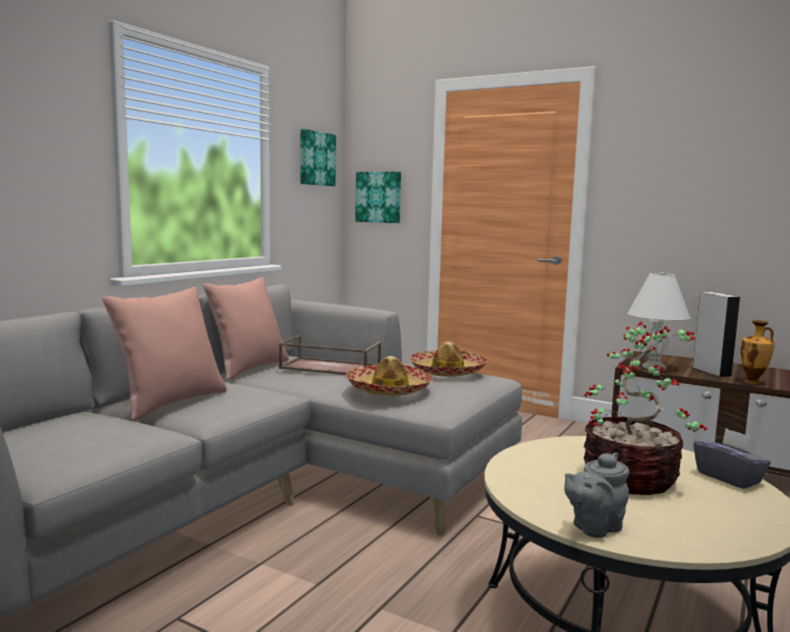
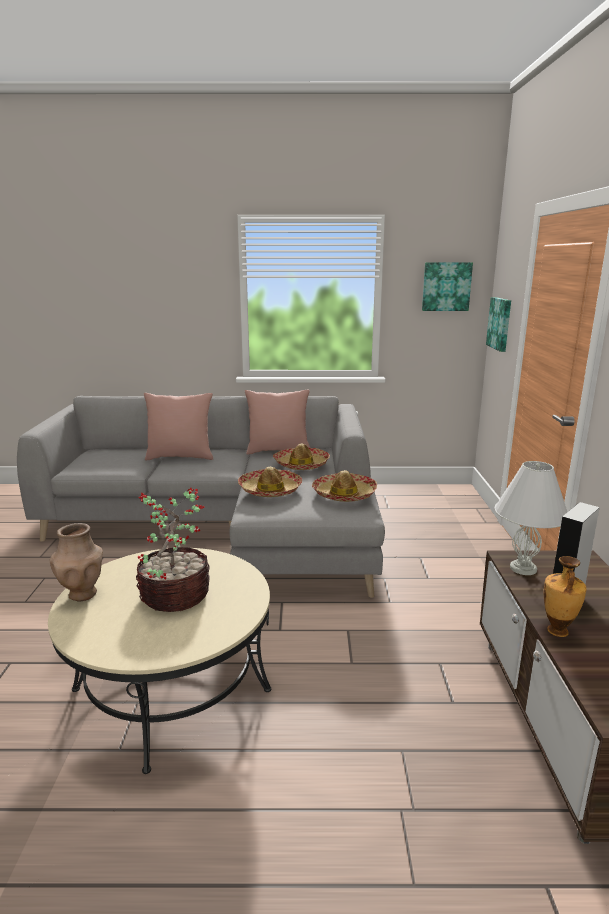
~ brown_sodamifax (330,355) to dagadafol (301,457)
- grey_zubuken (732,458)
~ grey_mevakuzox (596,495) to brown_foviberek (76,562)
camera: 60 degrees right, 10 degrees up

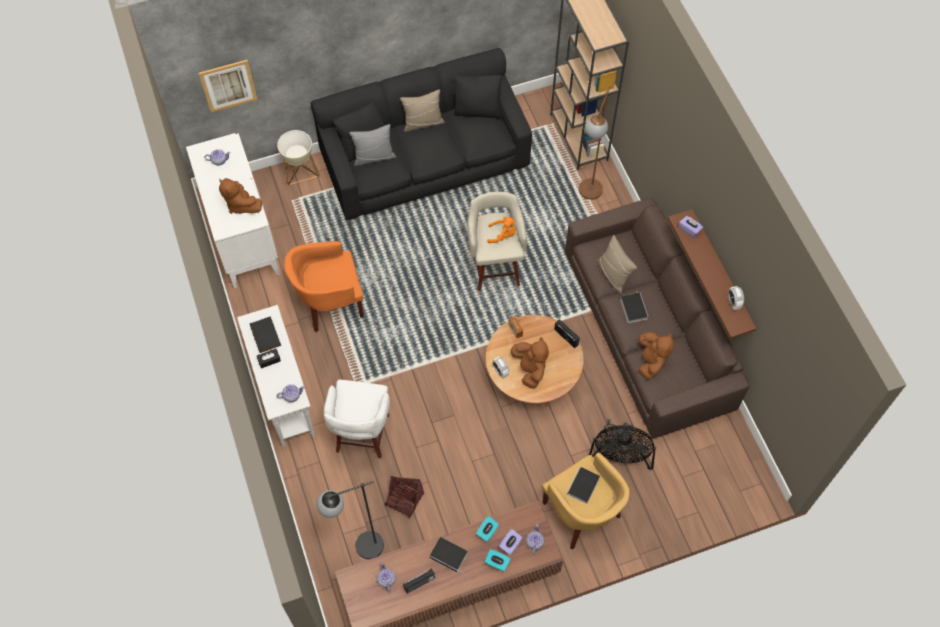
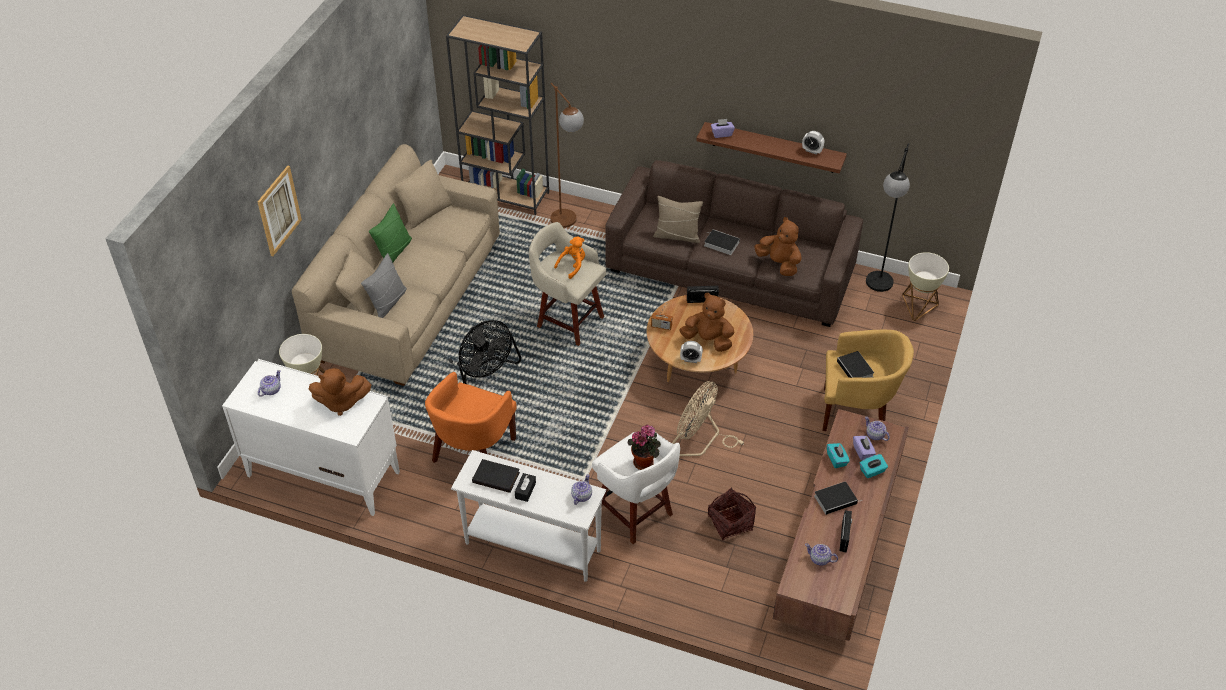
~ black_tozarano (421,134) to beige_tozarano (396,265)
~ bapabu (228,86) to (280,211)
~ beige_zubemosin (422,111) to green_zubemosin (390,232)
~ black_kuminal (622,444) to (484,352)
~ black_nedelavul (350,520) to (888,217)
+ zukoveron (925,286)
+ beige_kuminal (708,418)
+ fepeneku (644,447)
camera: 50 degrees left, 15 degrees down

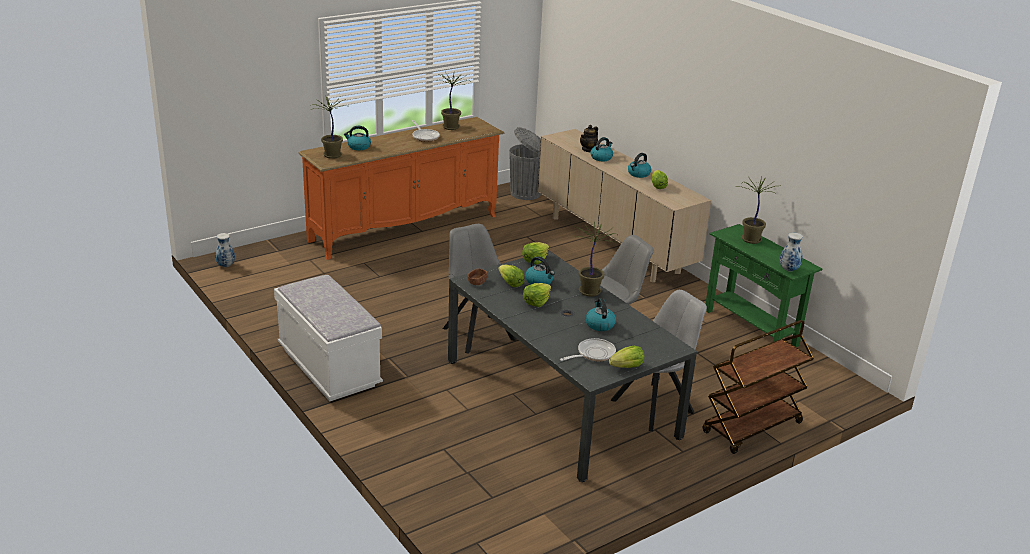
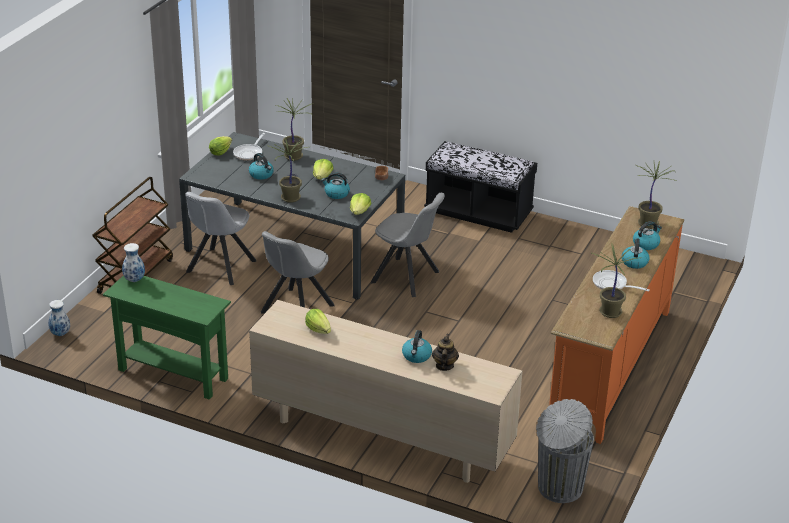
~ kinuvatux (639,165) to (636,253)
~ fepeneku (758,210) to (293,129)
~ foviberek (225,250) to (59,318)
- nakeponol (511,276)
~ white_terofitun (328,338) to black_terofitun (480,187)
camera: 150 degrees right, 5 degrees up

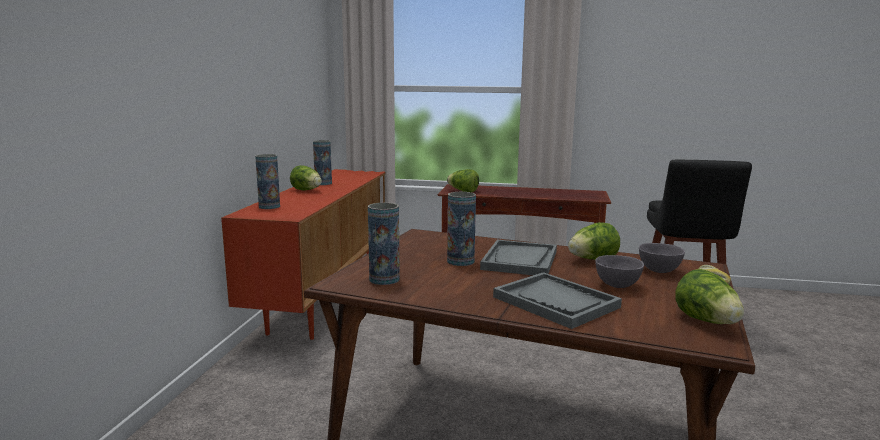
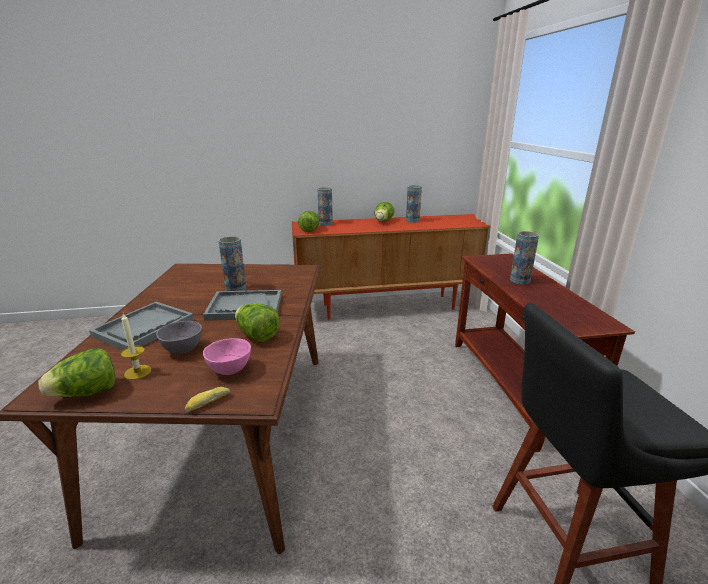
~ nakeponol (463,180) to (308,221)
~ foviberek (384,244) to (524,257)
~ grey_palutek (662,258) to pink_palutek (227,356)
+ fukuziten (136,346)
camera: 70 degrees right, 10 degrees up

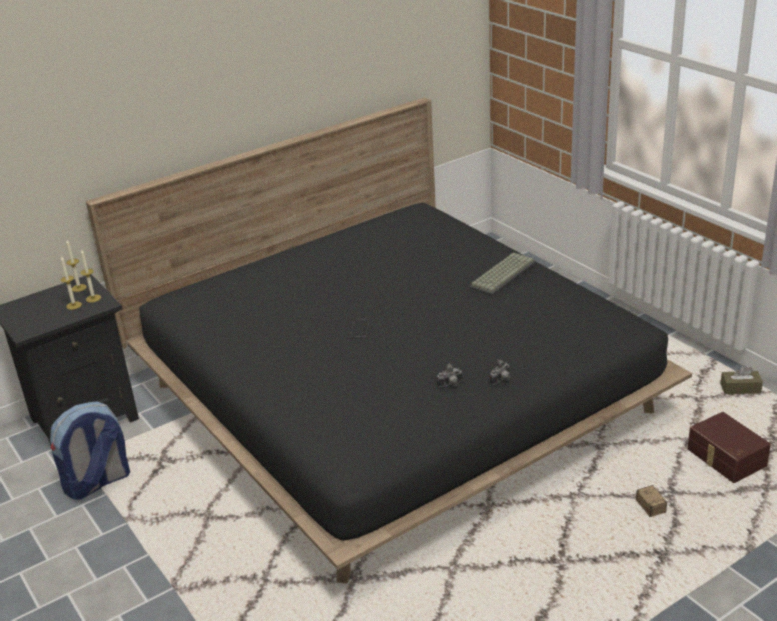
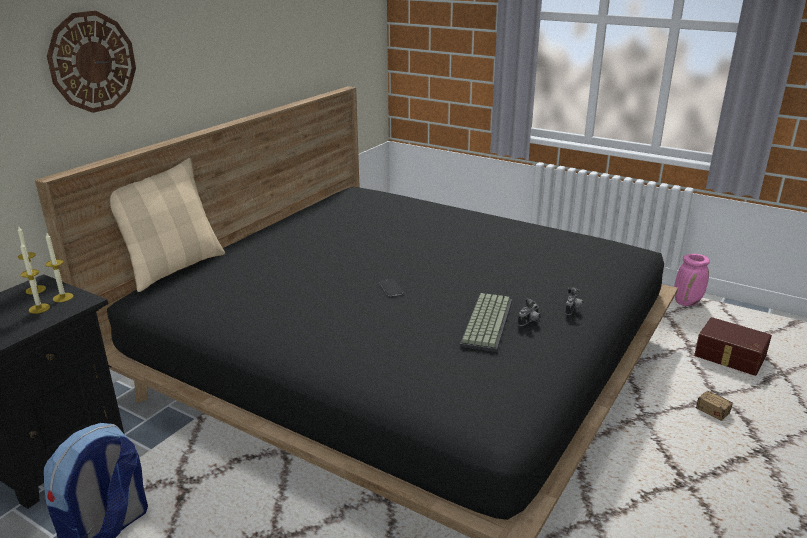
~ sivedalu (502,274) to (486,322)
~ brown_zubuken (741,379) to pink_foviberek (692,280)
+ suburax (91,62)
+ beige_zubemosin (167,225)
camera: 25 degrees left, 5 degrees down

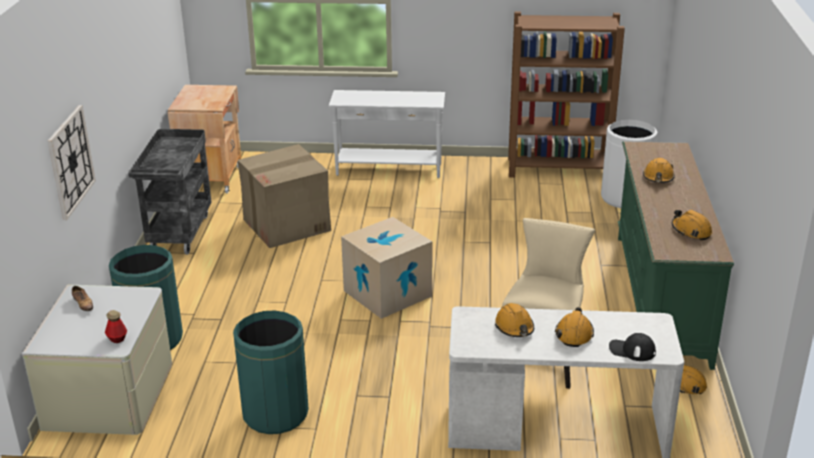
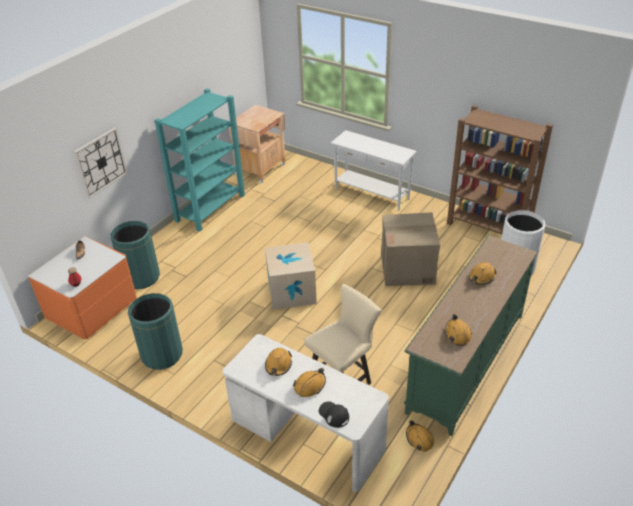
~ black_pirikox (170,192) to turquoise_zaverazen (200,160)
~ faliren (284,196) to (410,249)
~ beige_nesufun (97,359) to orange_nesufun (82,288)
camera: 30 degrees right, 10 degrees up

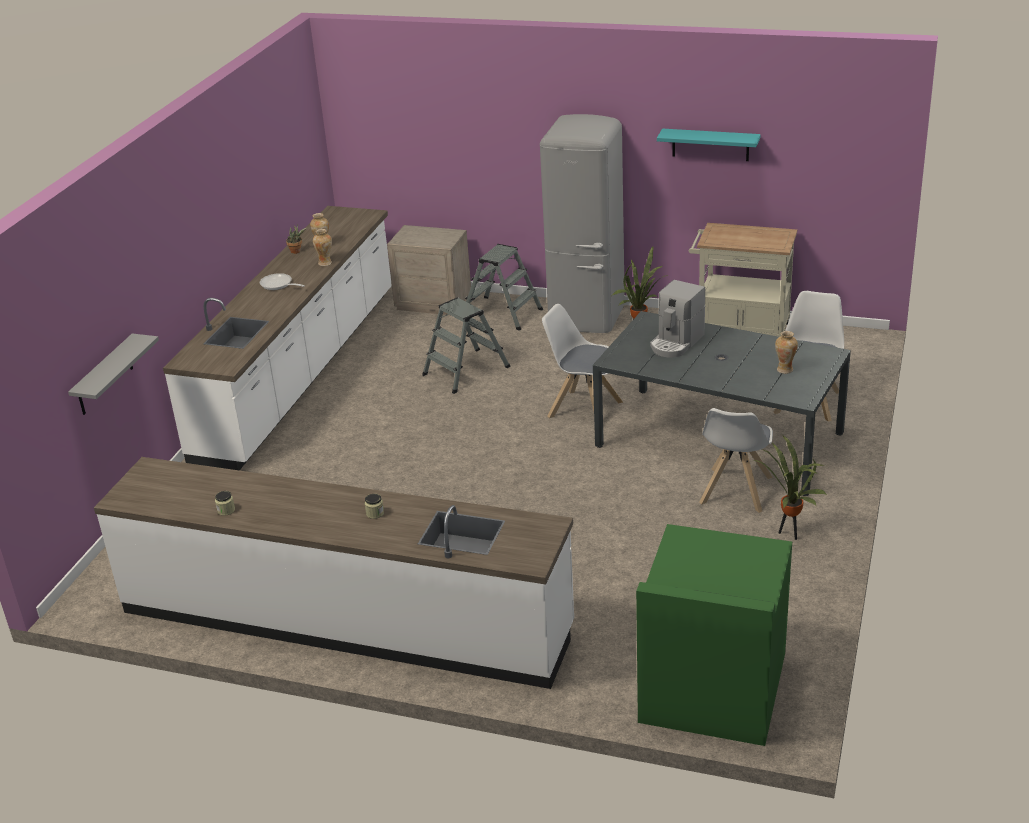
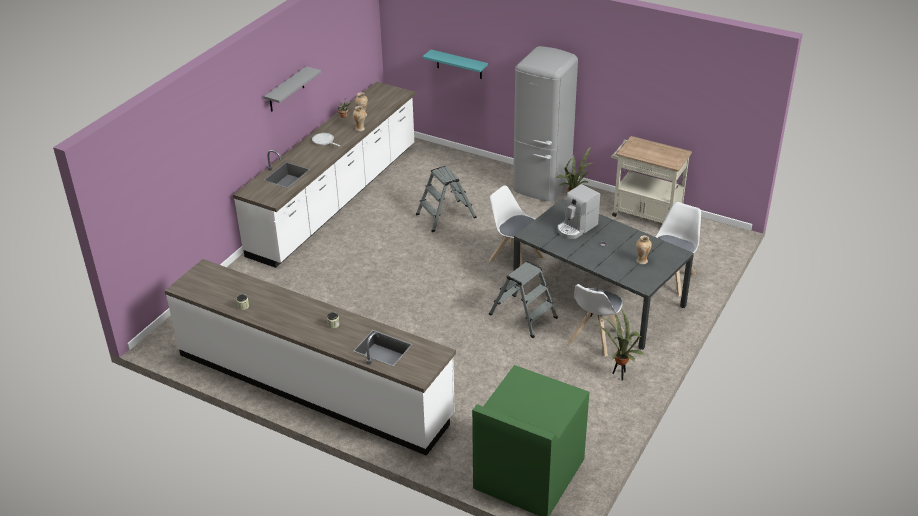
~ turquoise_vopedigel (709,145) to (455,64)
- beige_nesufun (429,270)
~ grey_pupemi (504,287) to (523,299)
~ grey_vopedigel (113,374) to (292,89)
camera: 10 degrees right, 5 degrees up

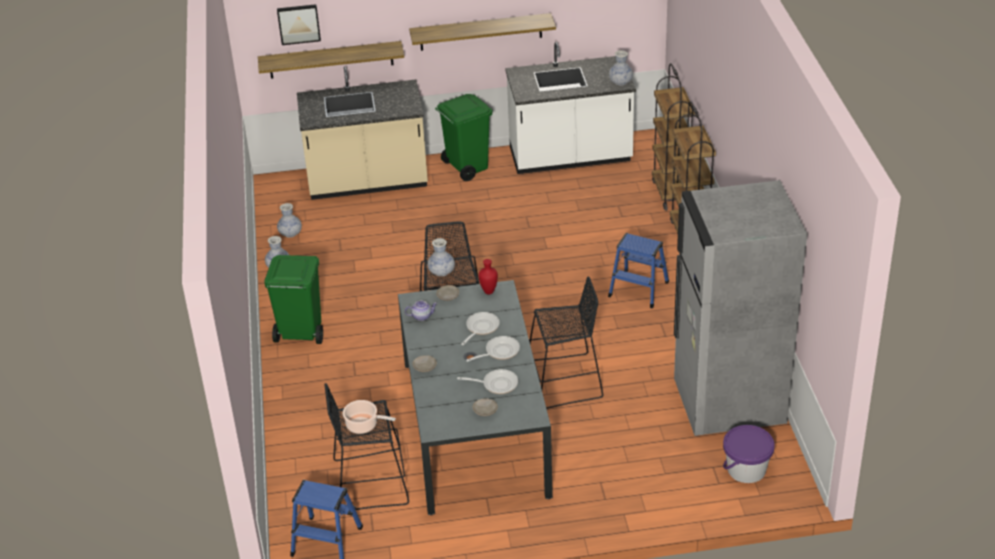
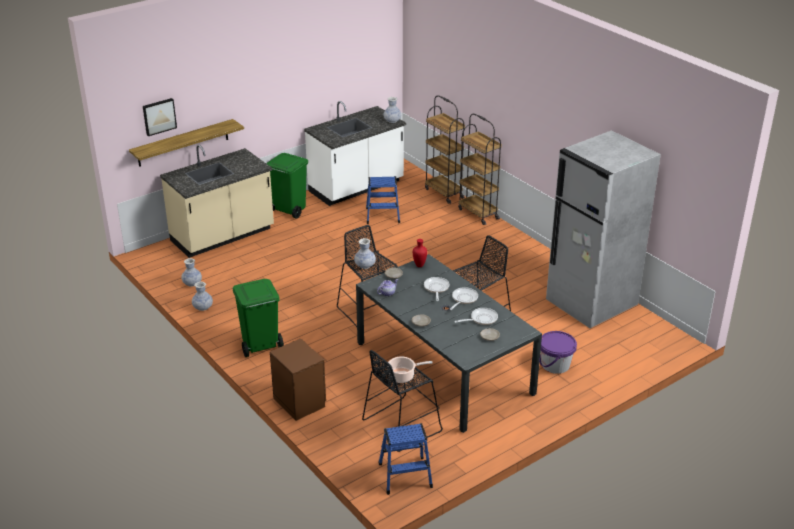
- vopedigel (482,32)
~ blue_pupemi (638,270) to (383,200)
~ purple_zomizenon (749,454) to (558,352)
+ brown_nesufun (298,379)
camera: 30 degrees left, 5 degrees down

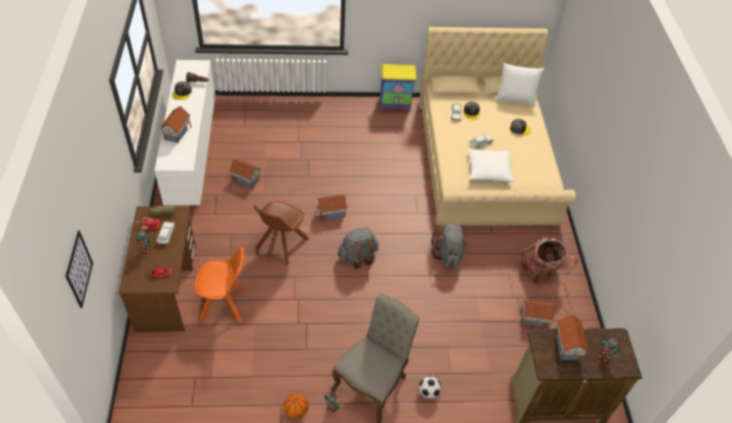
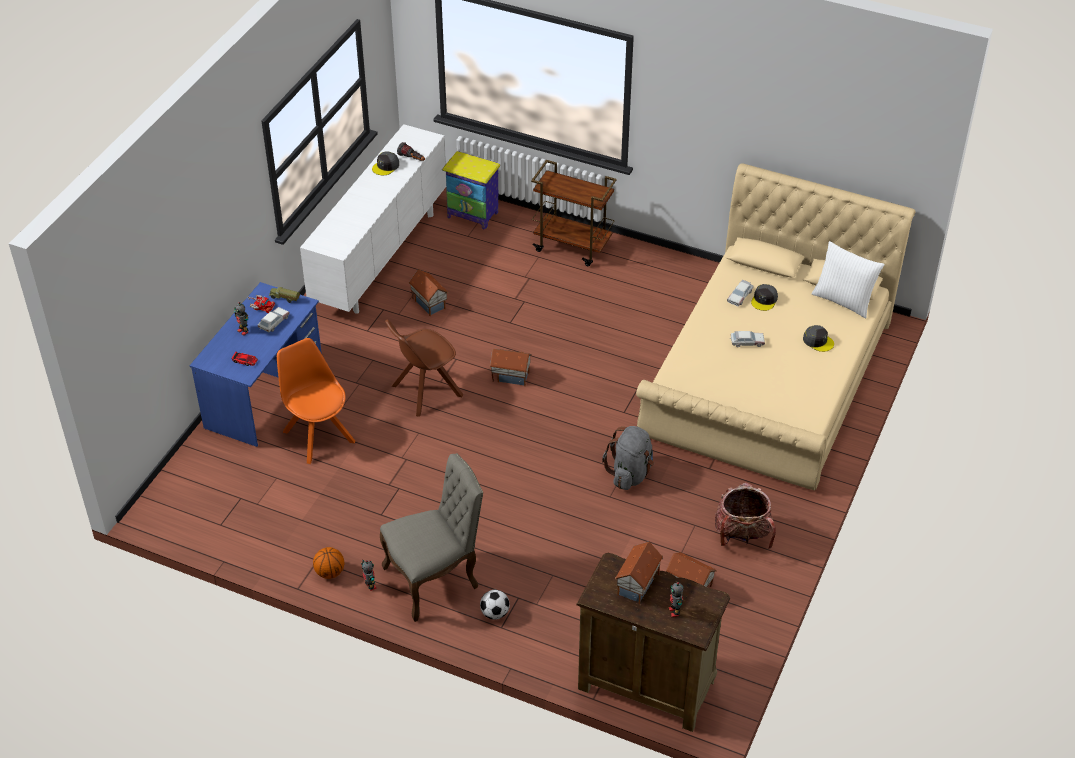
~ nesufun (398,88) to (471,190)
- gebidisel (175,125)
- white_zubemosin (491,165)
~ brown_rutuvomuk (157,269) to blue_rutuvomuk (256,364)
- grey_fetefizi (358,248)
- bapabu (79,269)
~ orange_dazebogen (221,285) = (316,401) 150 degrees counterclockwise
+ brown_pirikox (574,213)
camera: 30 degrees right, 5 degrees down

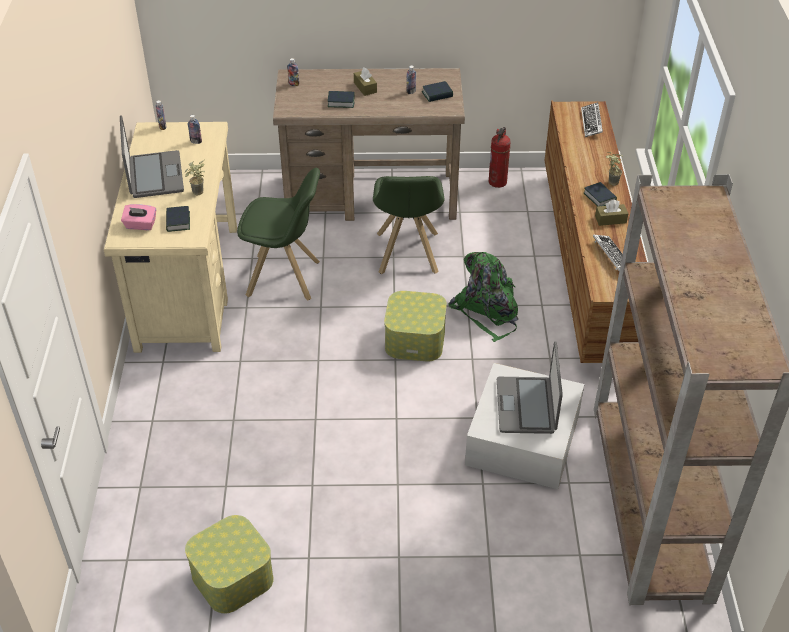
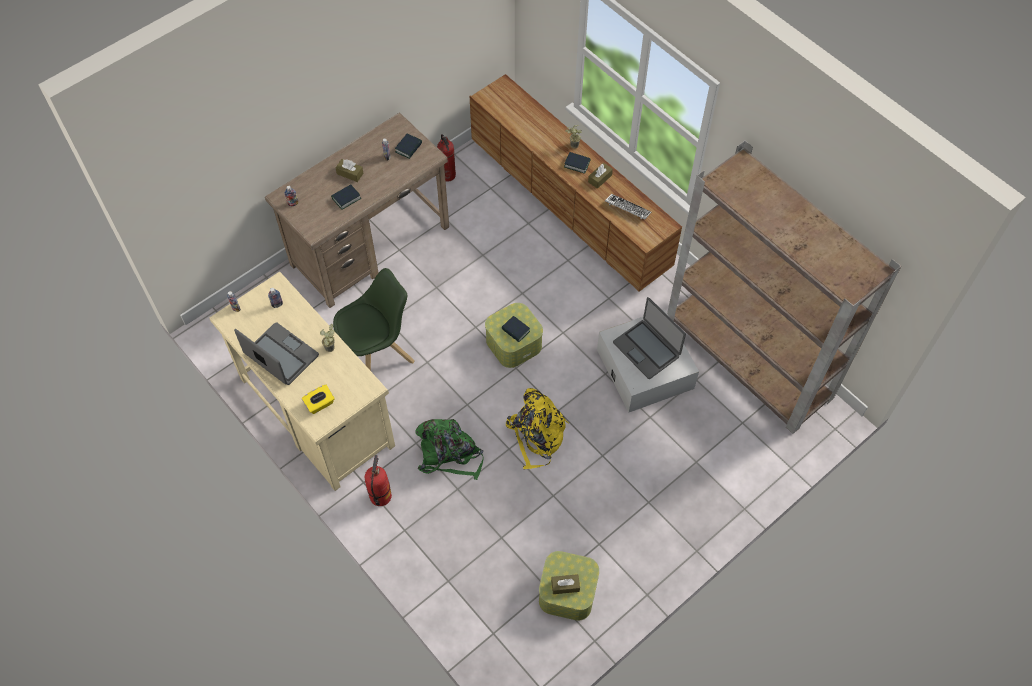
- sivedalu (592,119)
- green_dazebogen (408,225)
~ pink_zubuken (138,217) to yellow_zubuken (318,399)
~ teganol (178,219) to (516,329)
~ green_fetefizi (483,297) to (449,449)
+ yellow_fetefizi (537,428)
+ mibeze (378,480)
+ brown_zubuken (565,584)
camera: 40 degrees left, 15 degrees up

